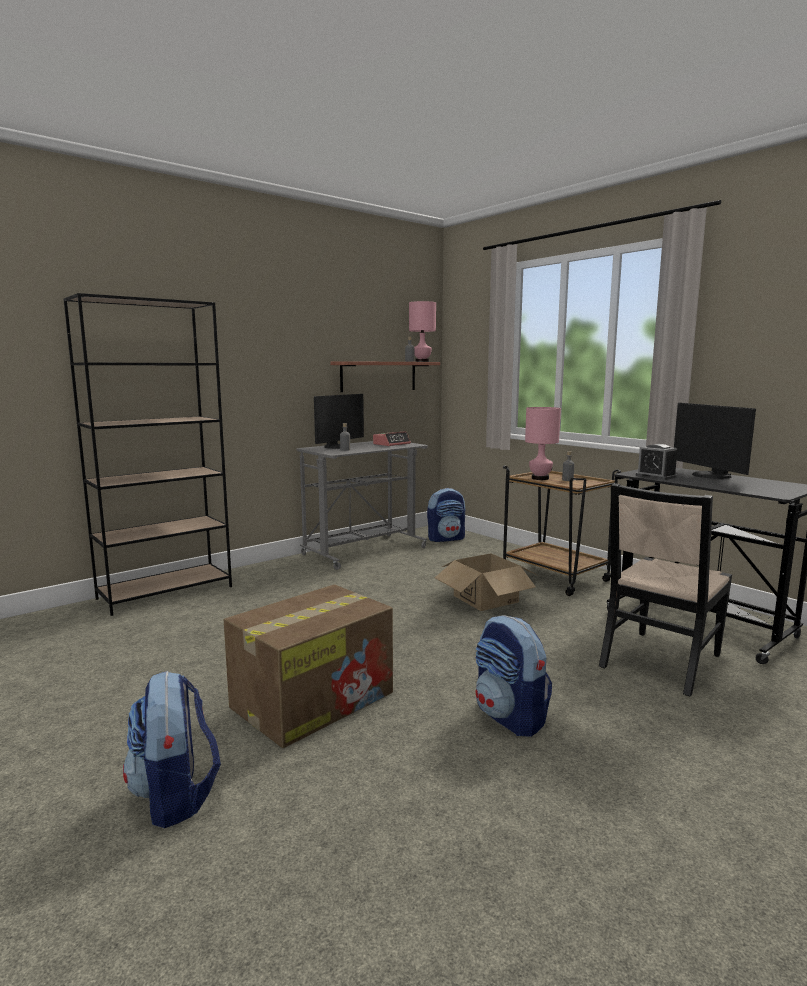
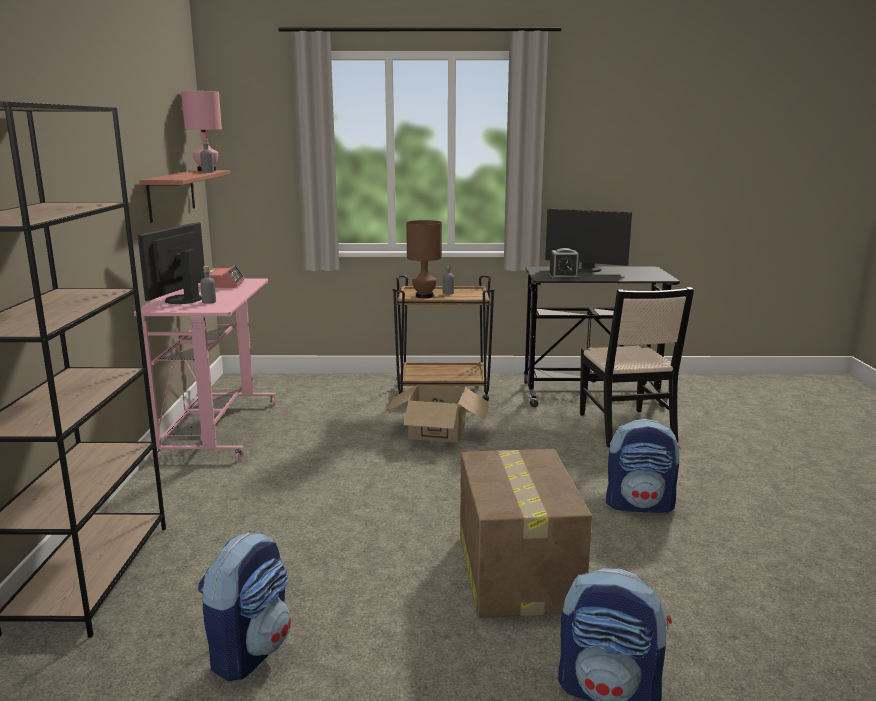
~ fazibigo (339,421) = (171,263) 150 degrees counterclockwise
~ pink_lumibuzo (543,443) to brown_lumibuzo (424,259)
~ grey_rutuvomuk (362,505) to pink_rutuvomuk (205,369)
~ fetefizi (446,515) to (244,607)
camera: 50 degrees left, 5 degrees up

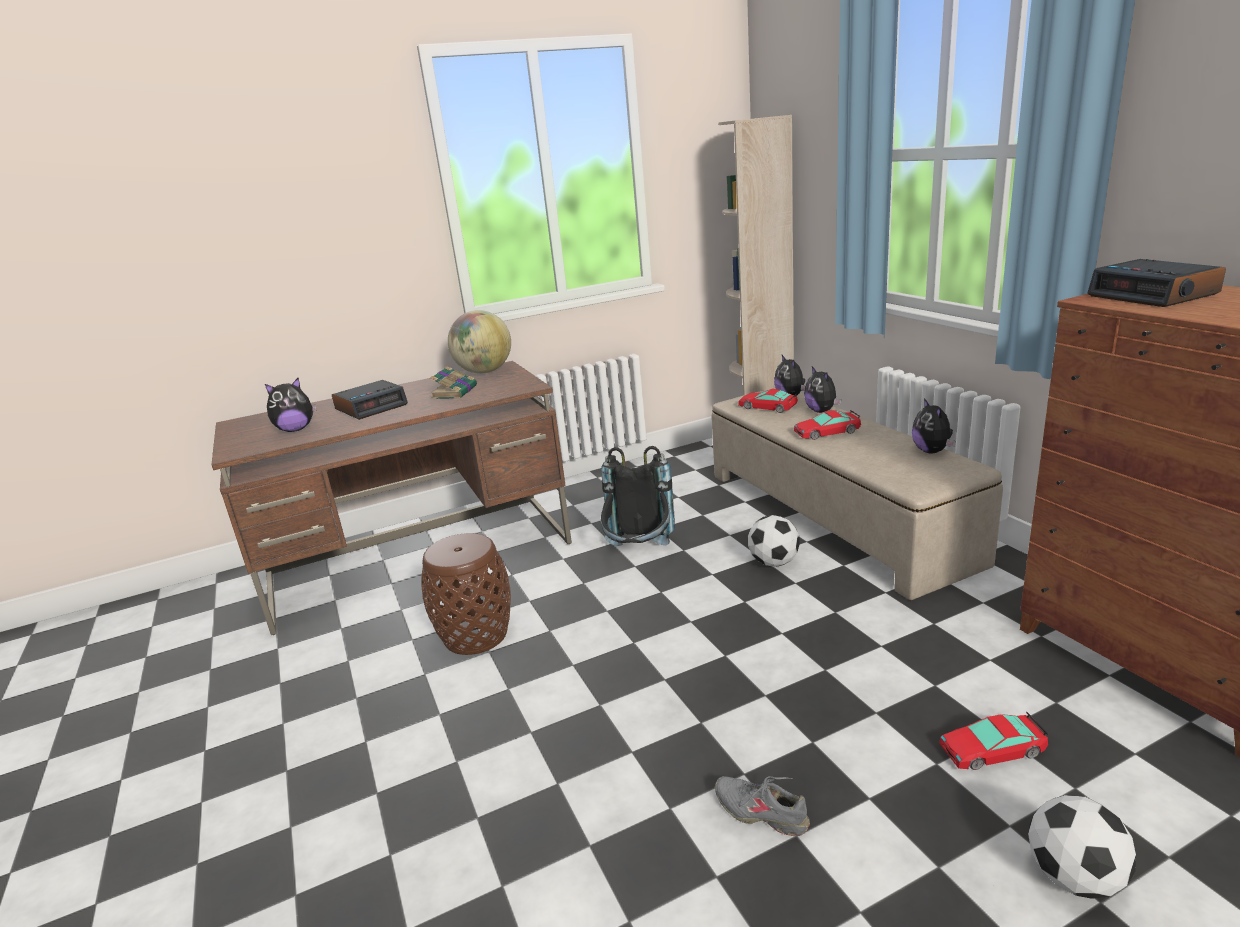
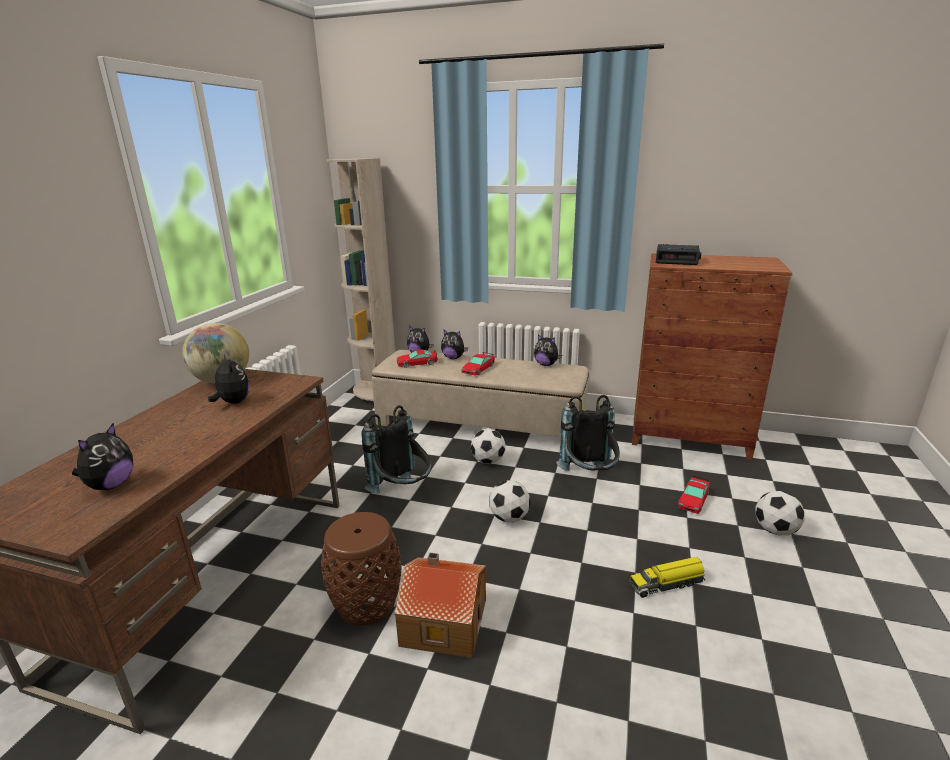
~ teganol (453,382) to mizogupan (228,379)
- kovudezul (370,400)
~ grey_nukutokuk (762,806) to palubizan (667,577)
+ black_fetefizi (588,433)
+ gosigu (510,501)
+ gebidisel (440,605)
camera: 50 degrees left, 0 degrees up

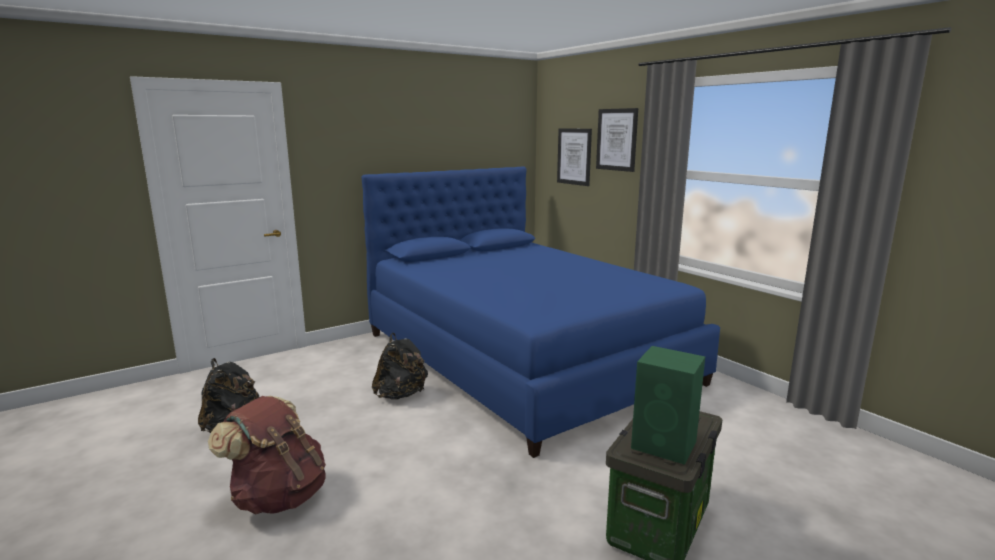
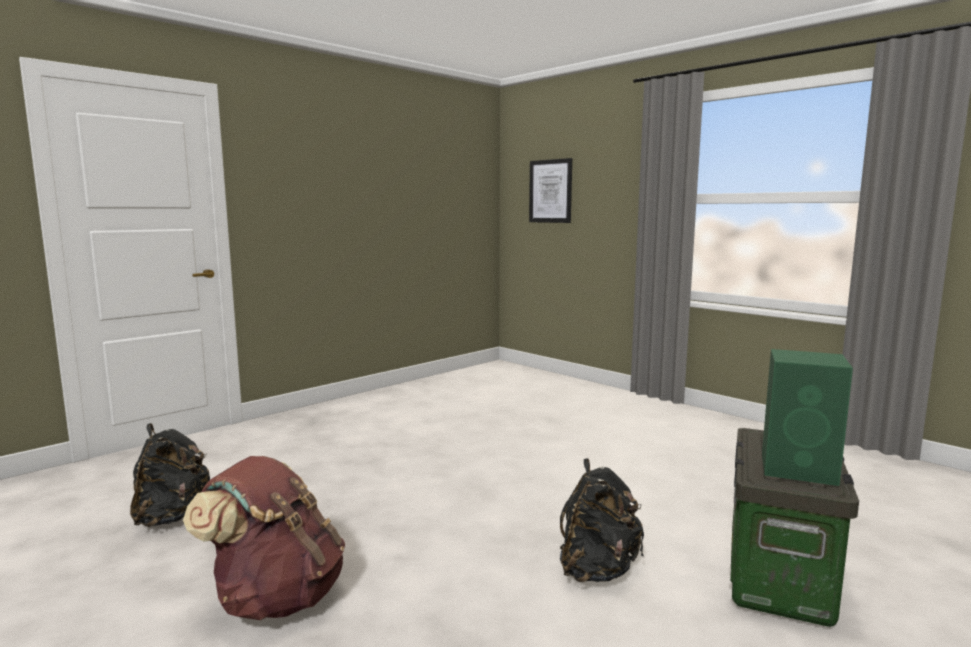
- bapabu (617,140)
- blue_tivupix (541,312)
~ black_fetefizi (400,366) to (602,520)
camera: 10 degrees left, 5 degrees down

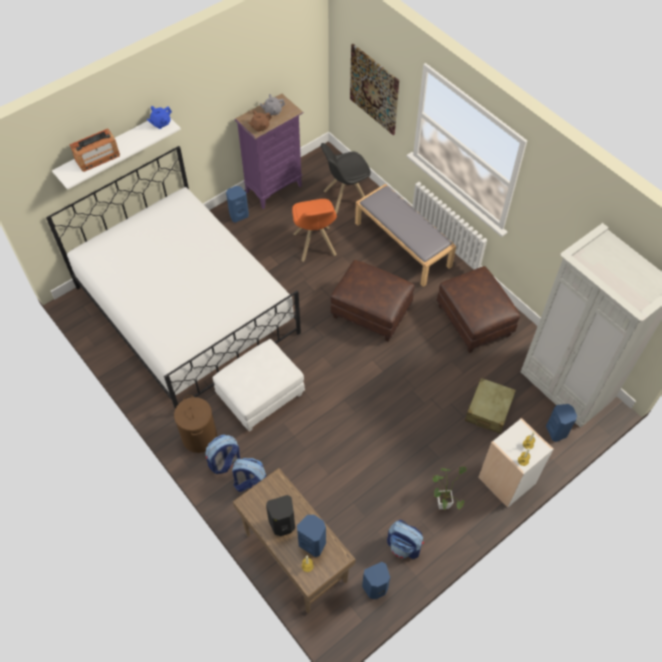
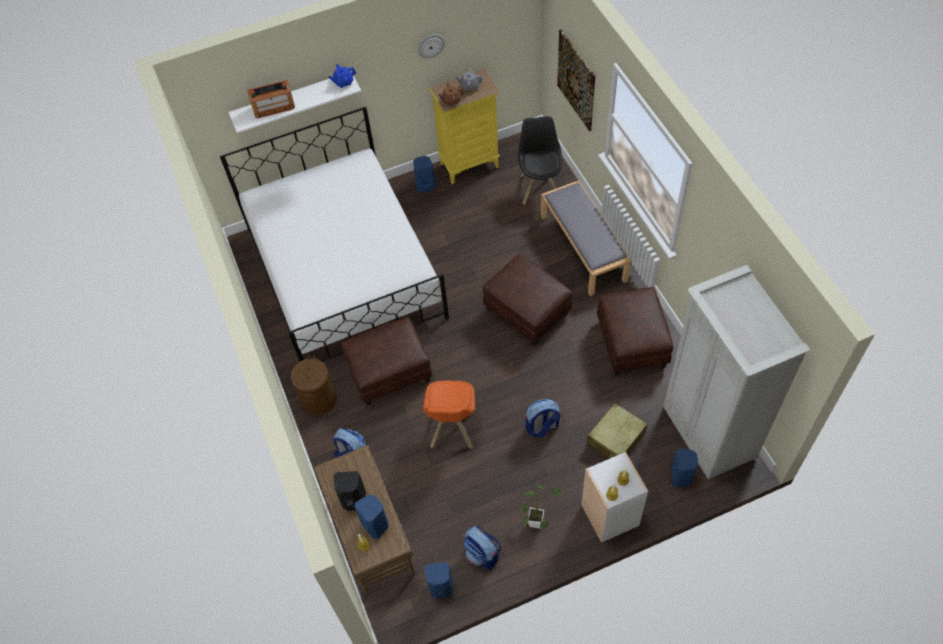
~ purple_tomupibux (269,151) to yellow_tomupibux (465,126)
~ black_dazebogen (346,178) = (540,160) 90 degrees clockwise
~ orange_dazebogen (314,230) to (449,415)
~ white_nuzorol (259,385) to brown_nuzorol (386,361)
~ fetefizi (223,454) to (542,418)
+ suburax (431,46)
camera: 20 degrees right, 0 degrees up

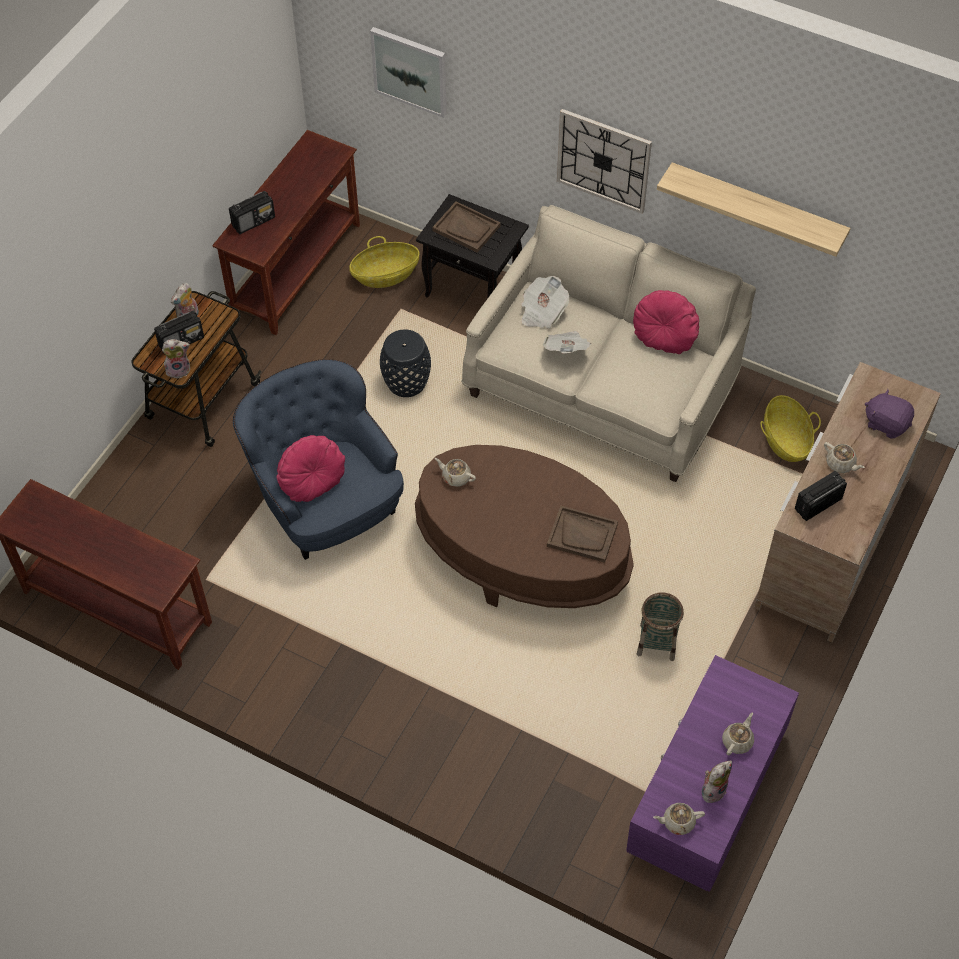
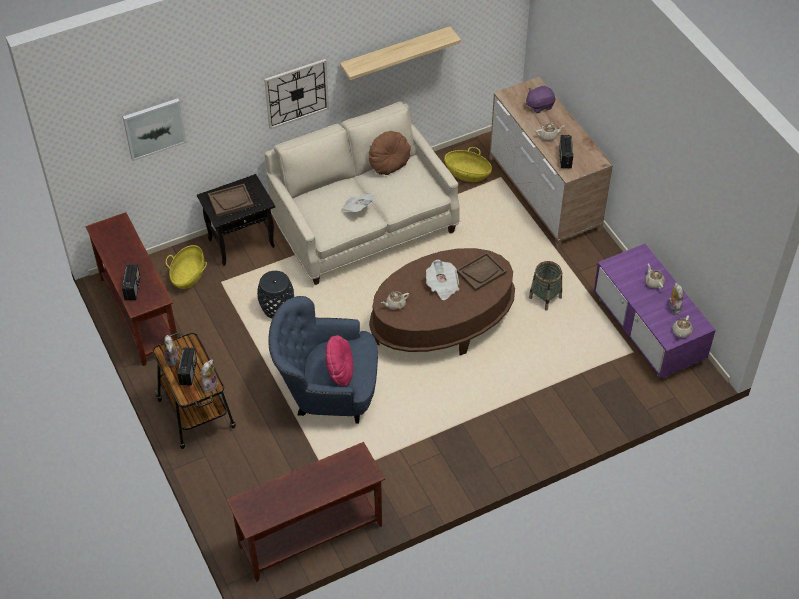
~ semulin (545,302) to (442,280)
~ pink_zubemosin (666,322) to brown_zubemosin (390,153)
camera: 55 degrees left, 5 degrees down

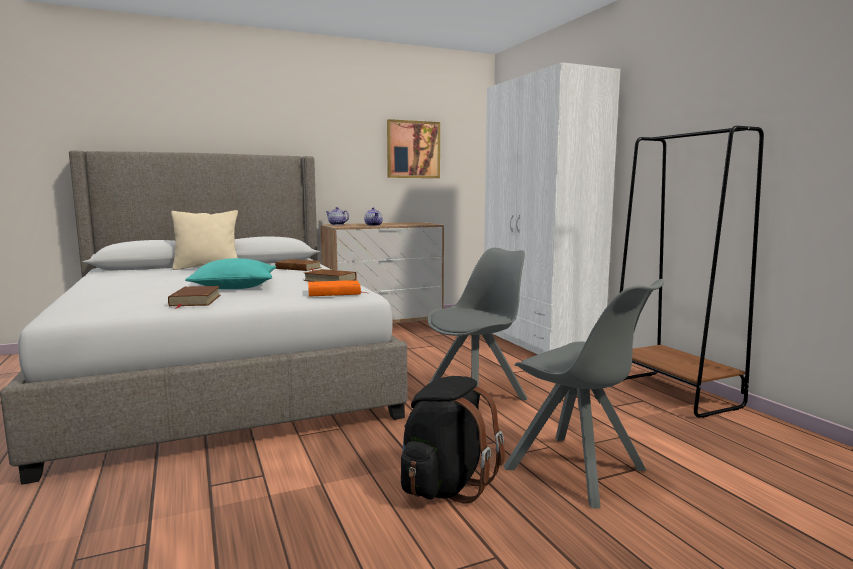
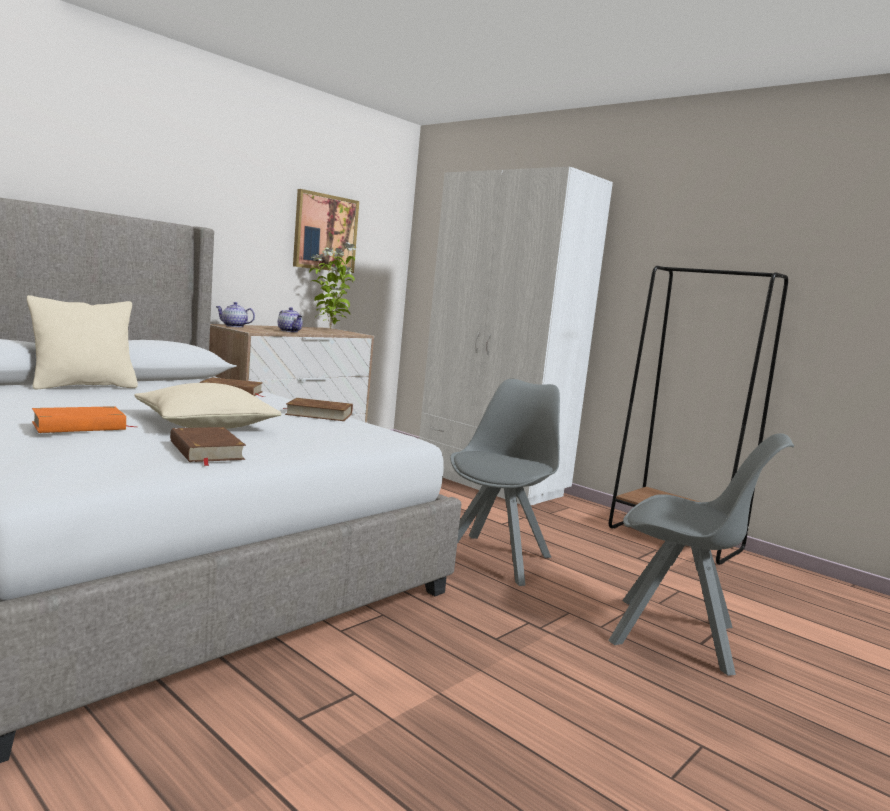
~ turquoise_zubemosin (230,273) to beige_zubemosin (208,406)
~ orange_teganol (337,288) to (85,419)
- black_fetefizi (453,440)
+ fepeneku (332,286)
camera: 25 degrees left, 0 degrees up

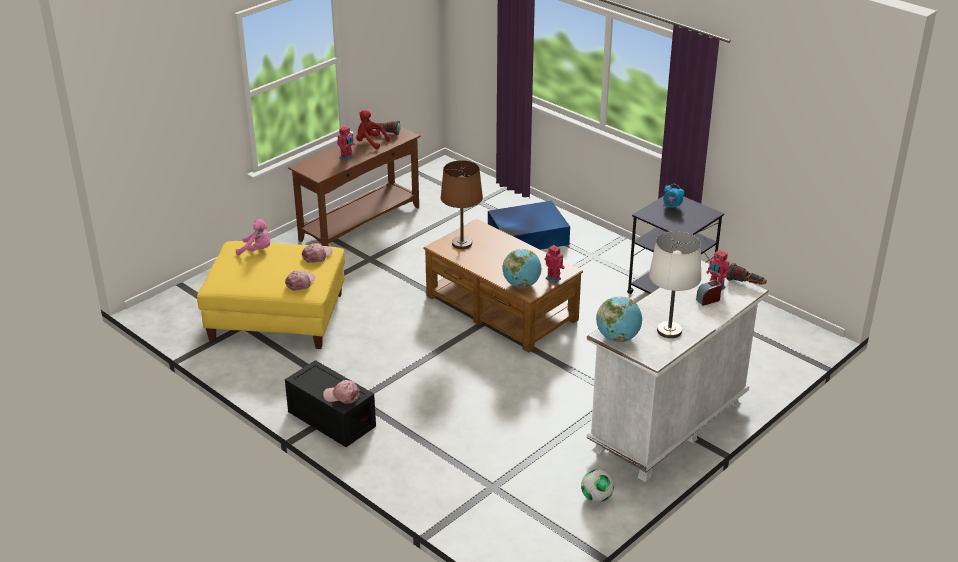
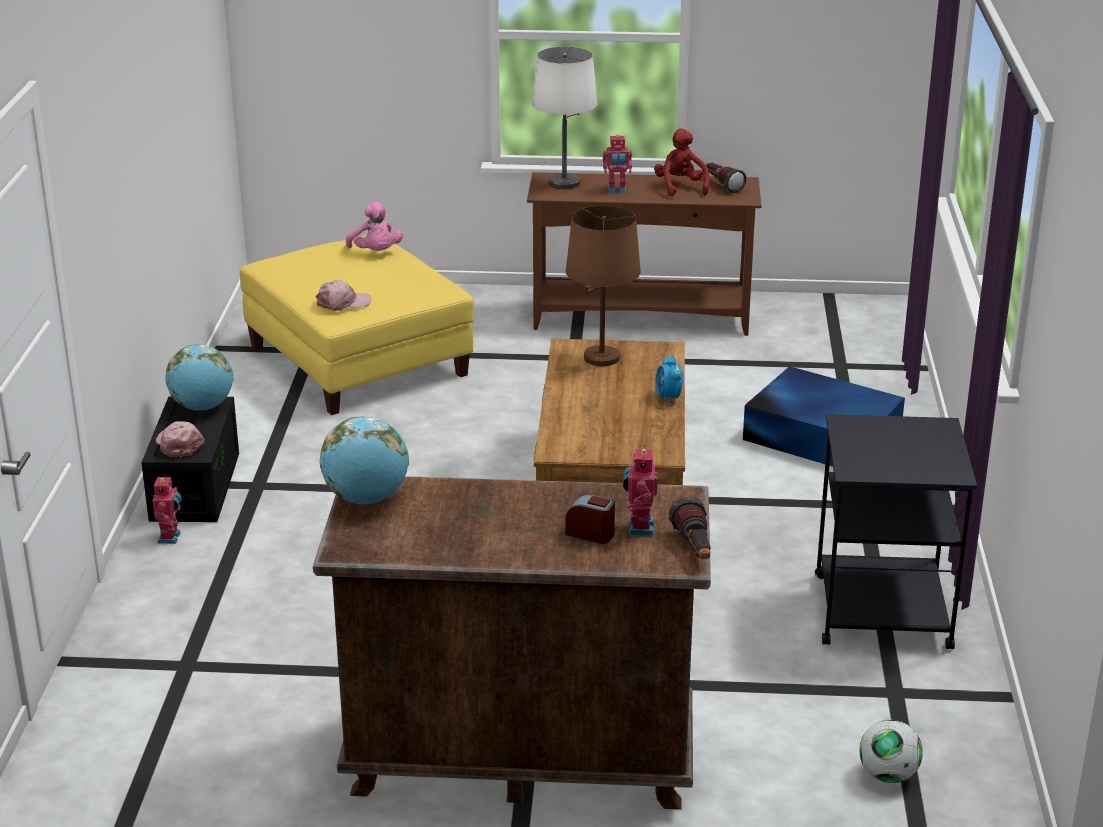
~ kovudezul (673,197) to (669,379)
~ white_lumibuzo (675,284) to (565,117)
- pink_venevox (317,253)
~ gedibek (555,264) to (167,509)
~ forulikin (521,268) to (199,377)
~ white_tomupibux (678,371) to brown_tomupibux (512,643)
~ gosigu (597,486) to (891,751)
camera: 50 degrees right, 5 degrees down

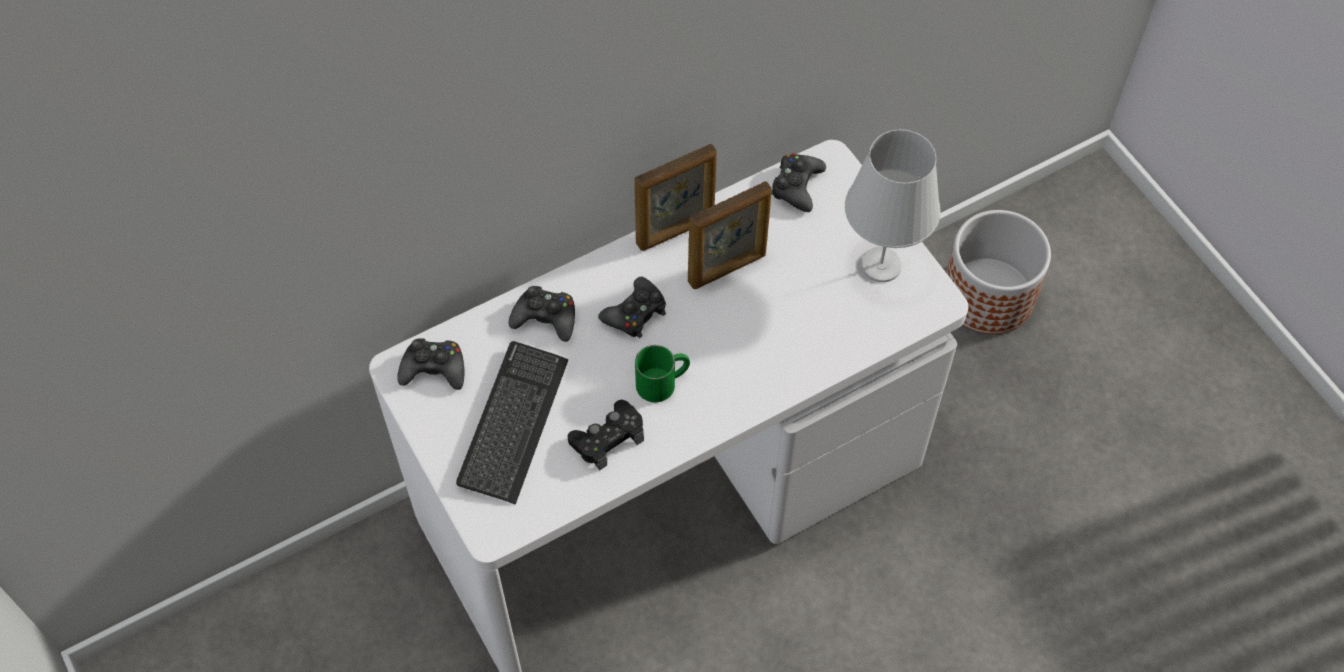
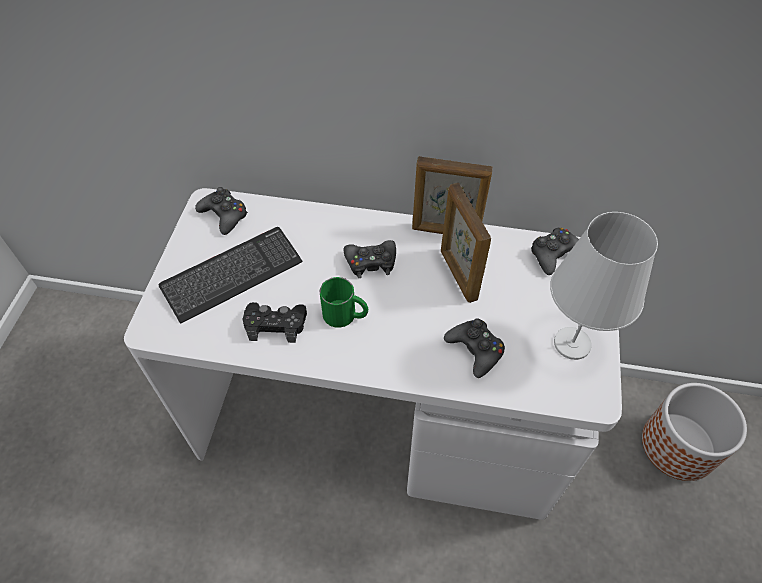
~ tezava (730,235) = (466,243) 60 degrees clockwise
~ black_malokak (542,314) to (474,348)
camera: 40 degrees right, 5 degrees down

